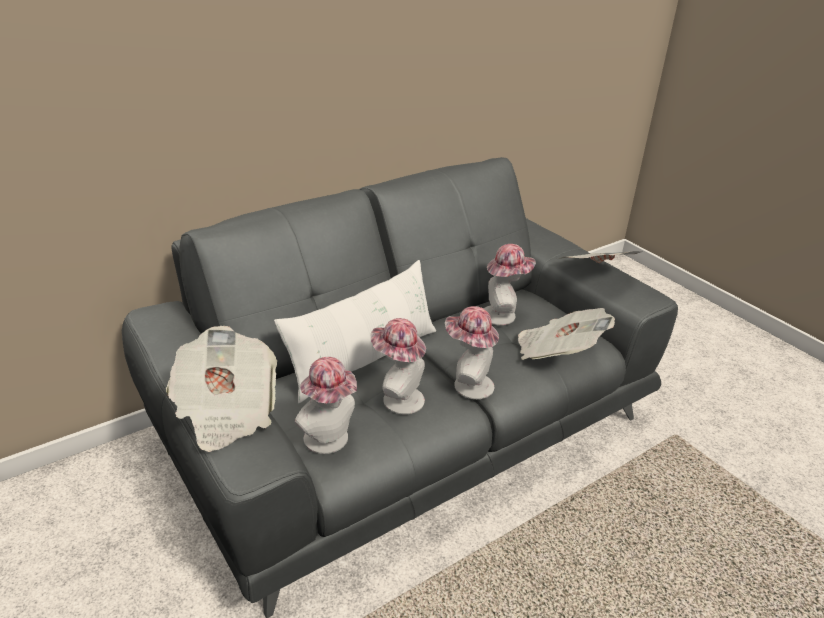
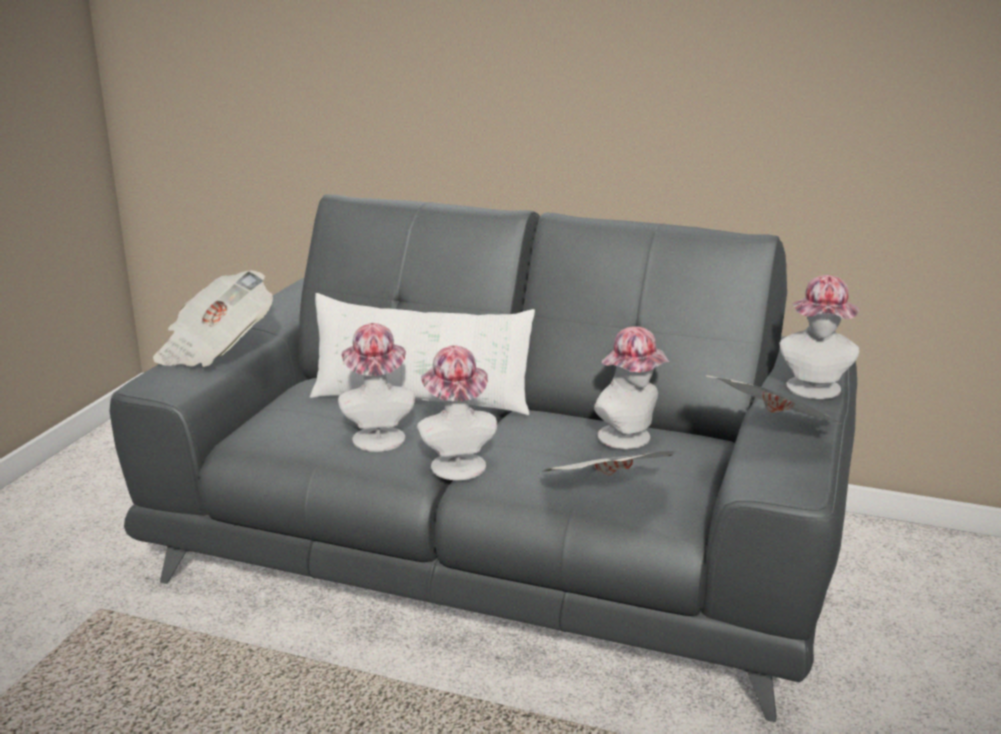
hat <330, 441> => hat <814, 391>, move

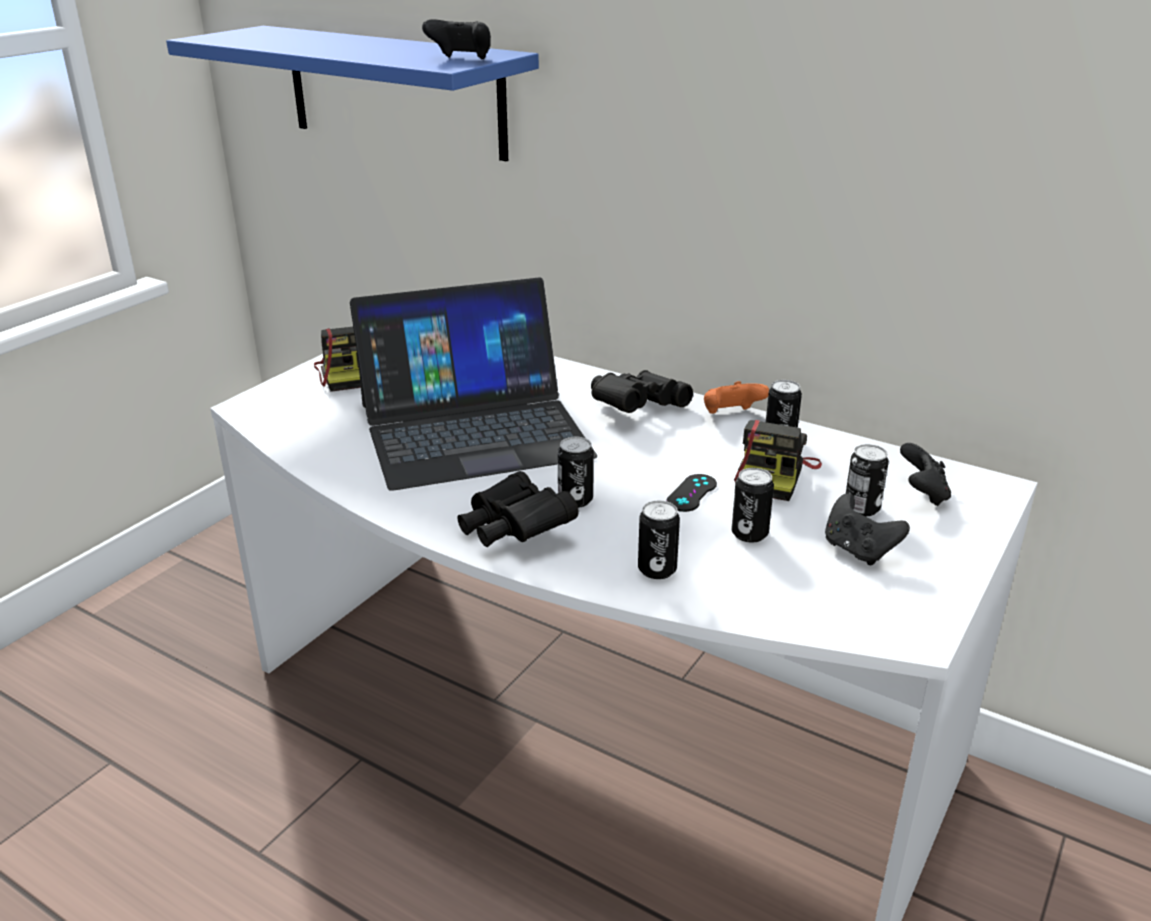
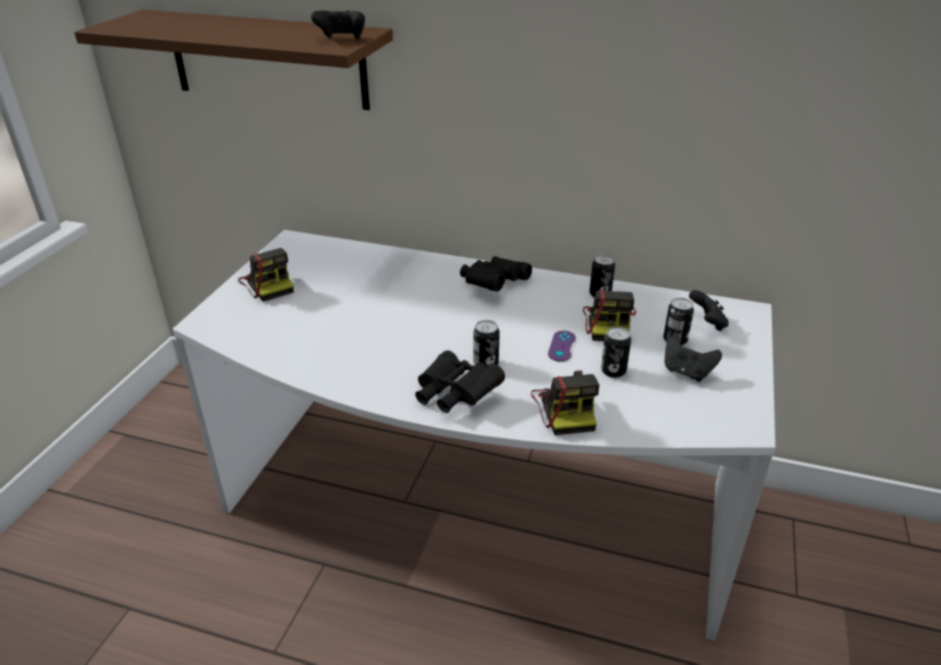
blue shelf <394, 91> => brown shelf <267, 60>
laptop <473, 429> => nothing
can <657, 569> => photo camera <566, 408>
black game controller <691, 493> => purple game controller <562, 346>
orange game controller <731, 415> => nothing

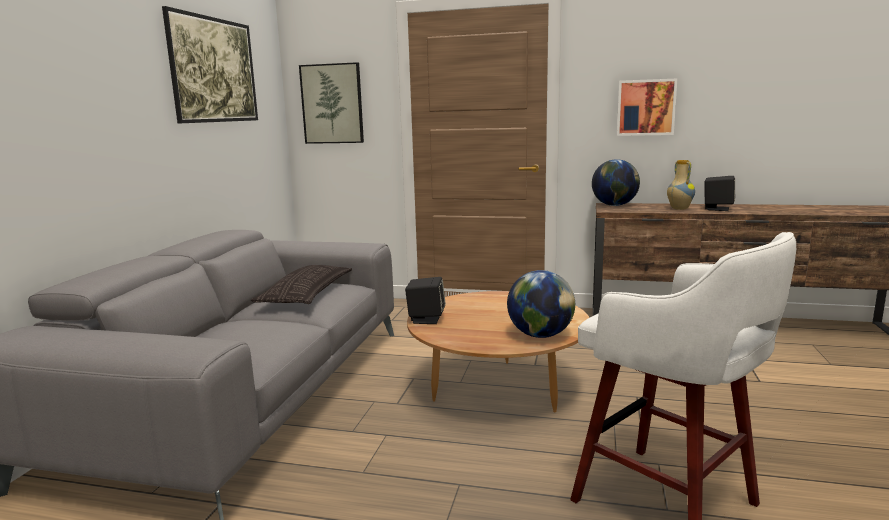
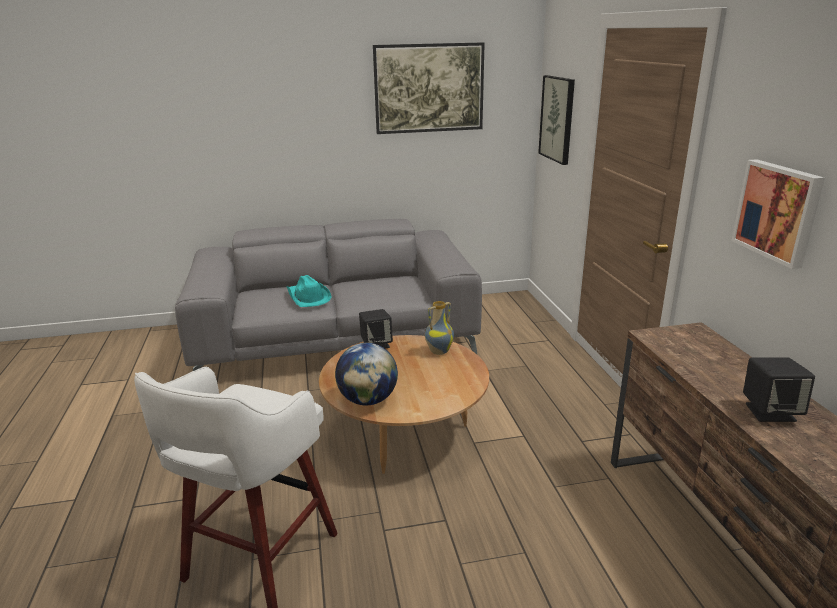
pillow <307, 293> => nothing
globe <614, 205> => nothing
vase <678, 208> => vase <439, 351>, move
nothing => turquoise hat <308, 297>

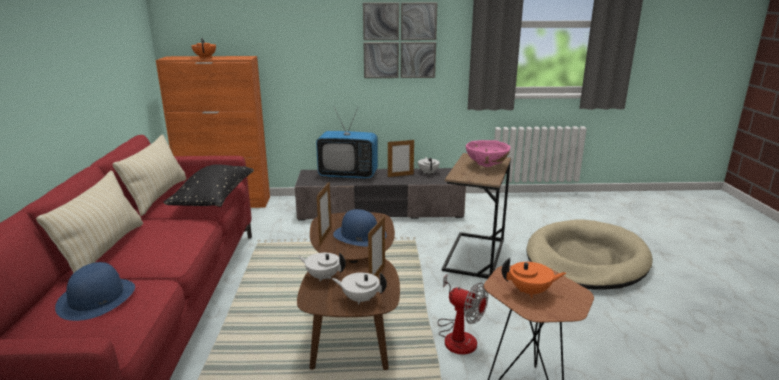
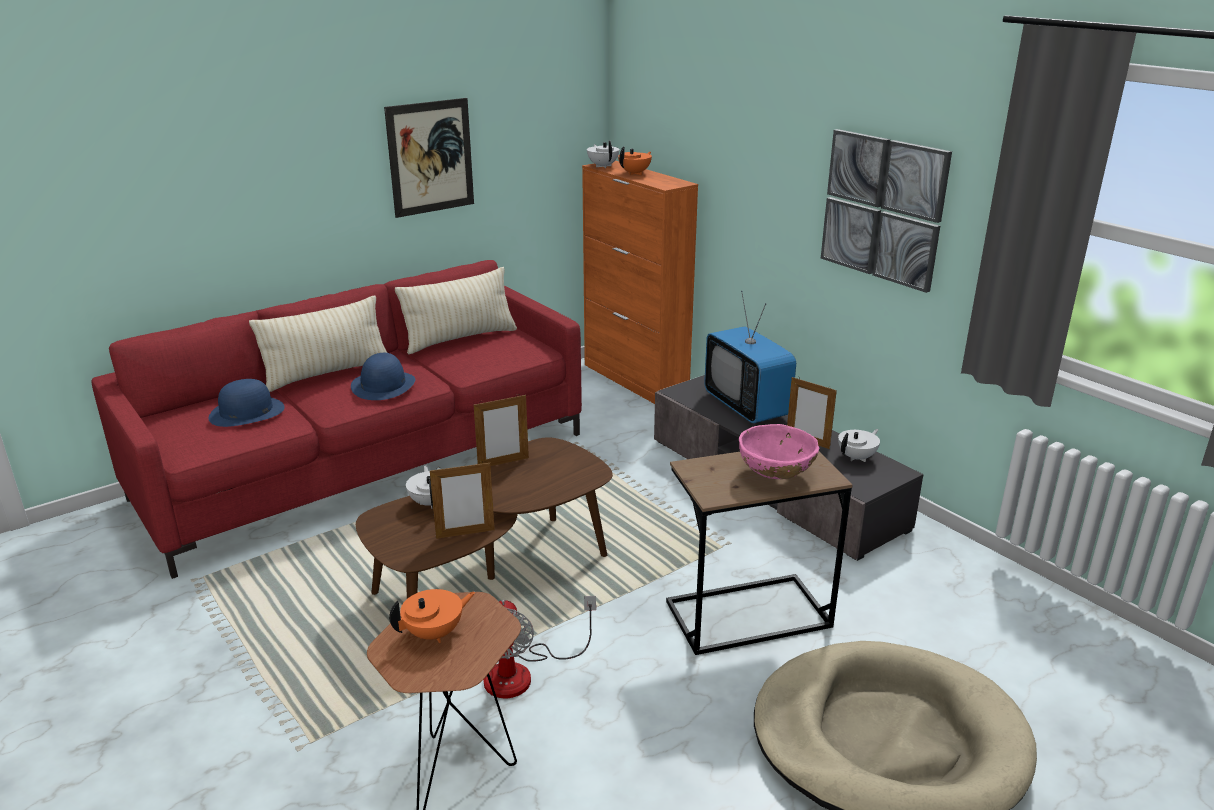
black pillow <214, 198> => nothing
white teapot <360, 299> => white teapot <603, 166>, move
blue hat <359, 235> => blue hat <383, 385>, move
orange teapot <530, 292> => orange teapot <435, 633>, 90 degrees counterclockwise
nothing => picture <430, 157>

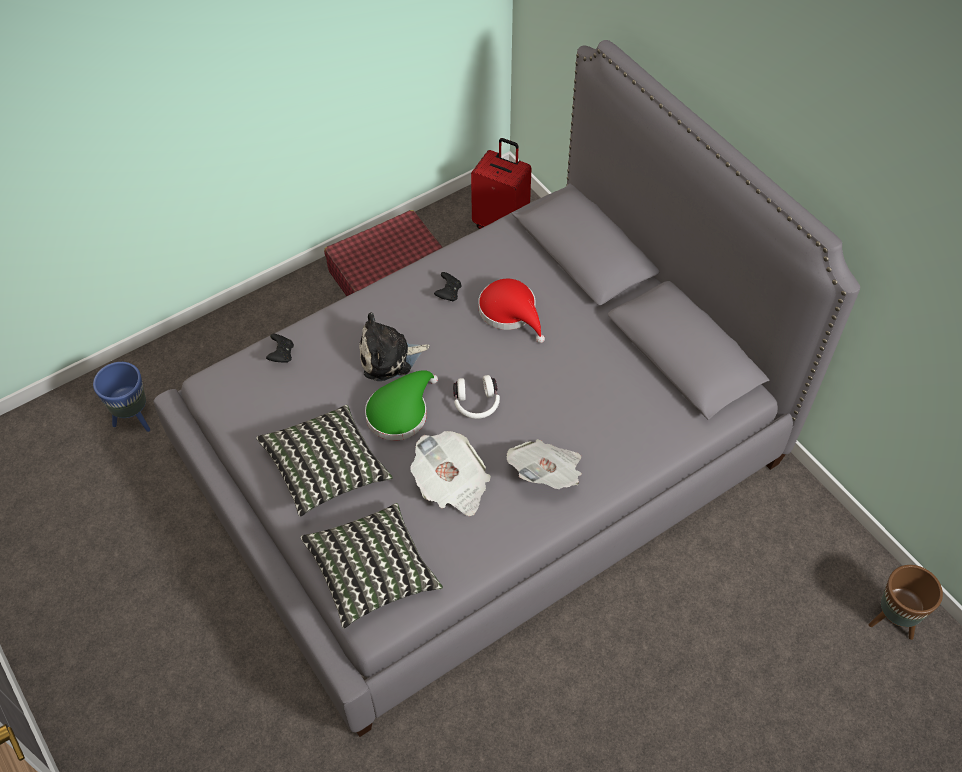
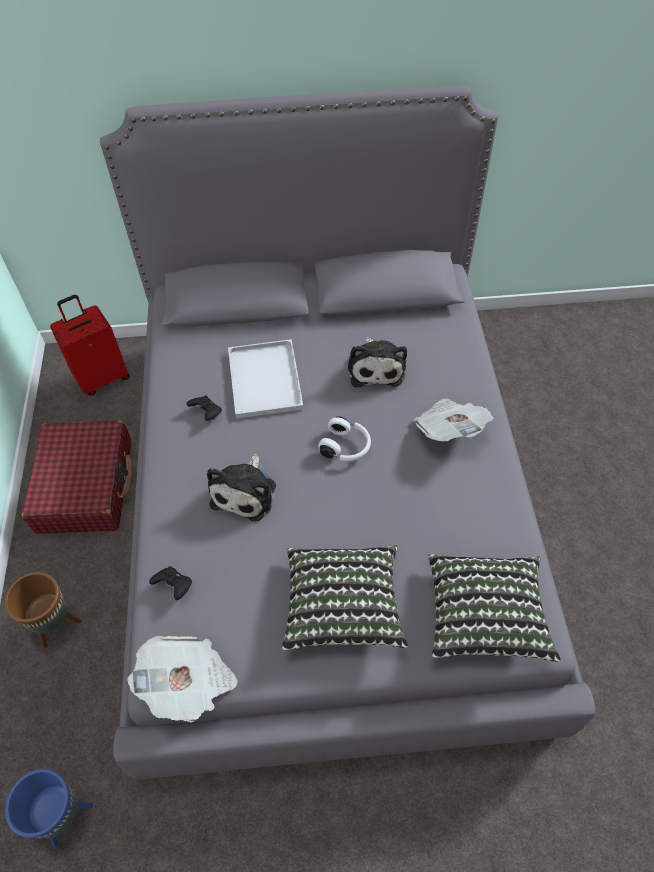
green hat <400, 412> => nothing
newspaper <452, 485> => newspaper <189, 684>, move
red hat <510, 312> => white tray <263, 378>
brown planter <892, 622> => brown planter <57, 626>, move
nothing => plush toy <375, 367>

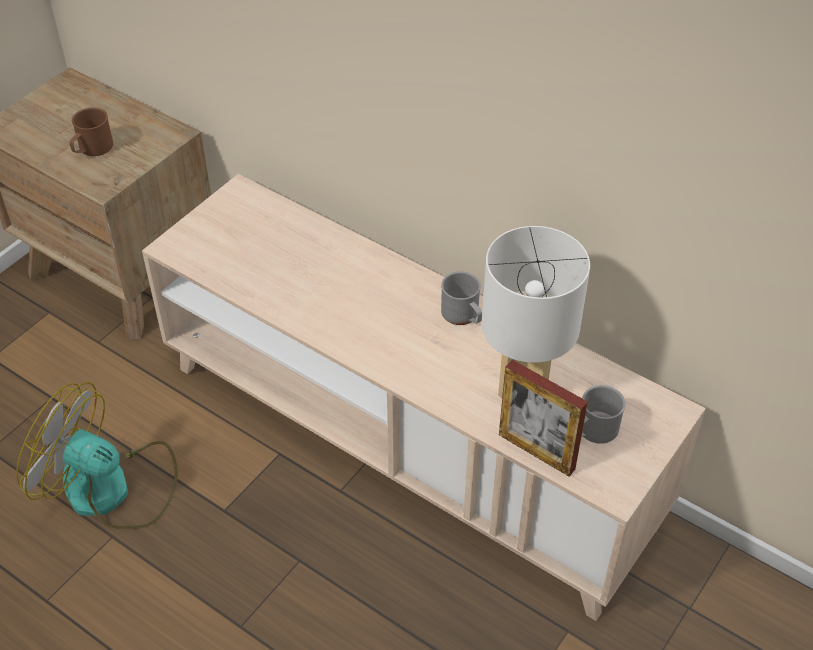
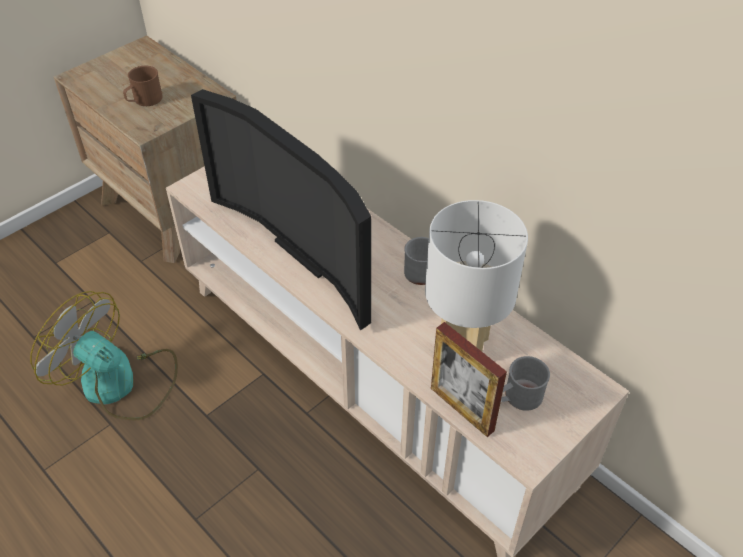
nothing => television <311, 248>

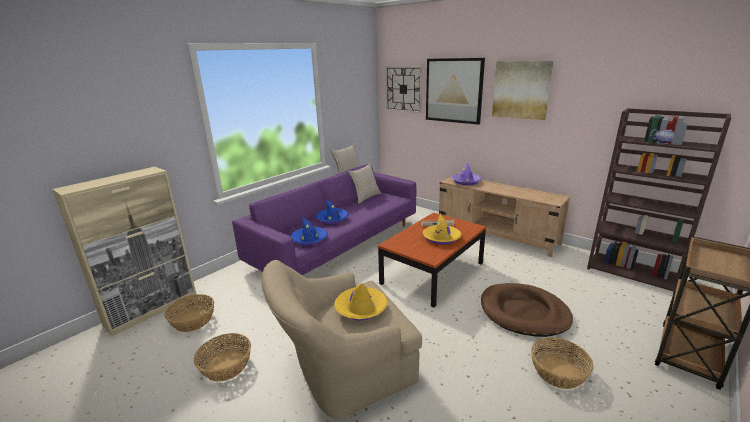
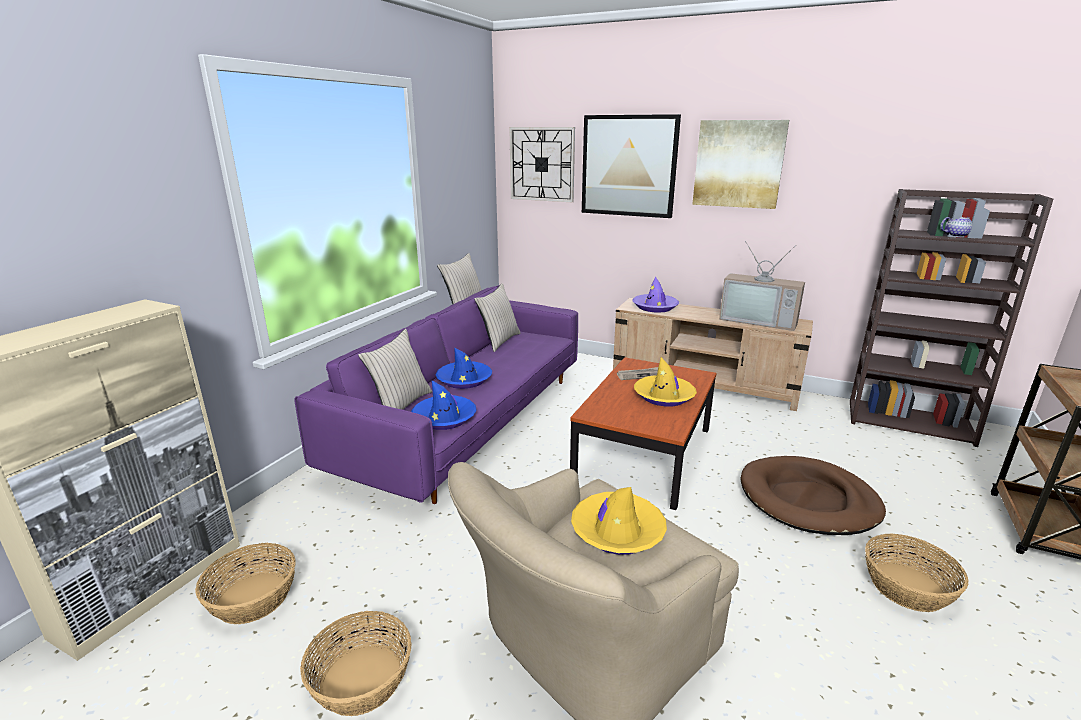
nothing => beige pillow <400, 405>
nothing => television <759, 320>

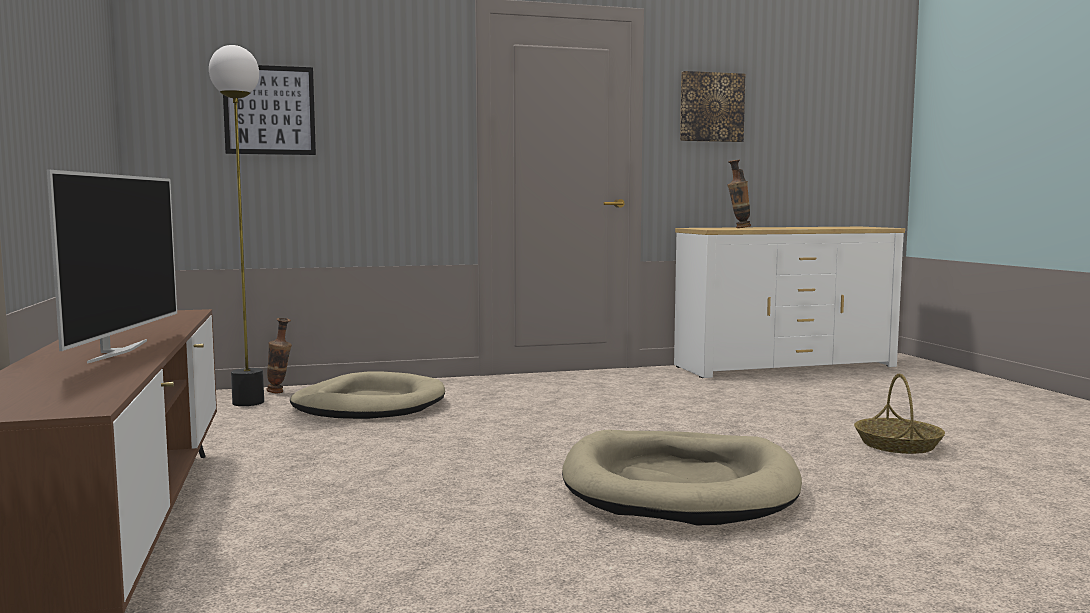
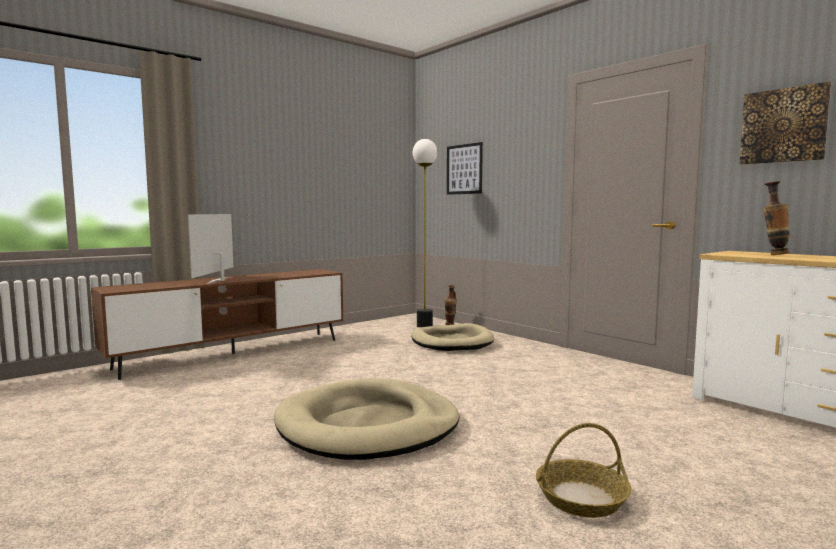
television <116, 351> => television <218, 280>, 120 degrees clockwise

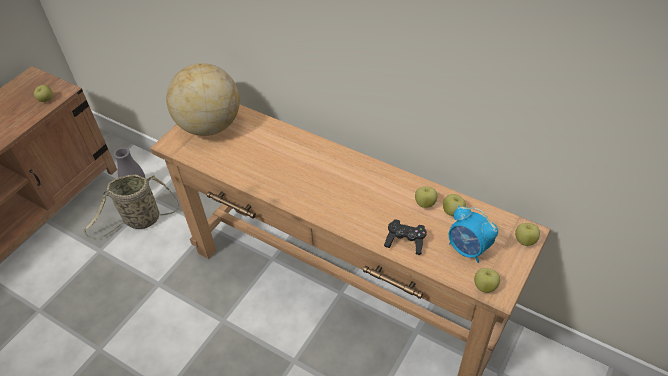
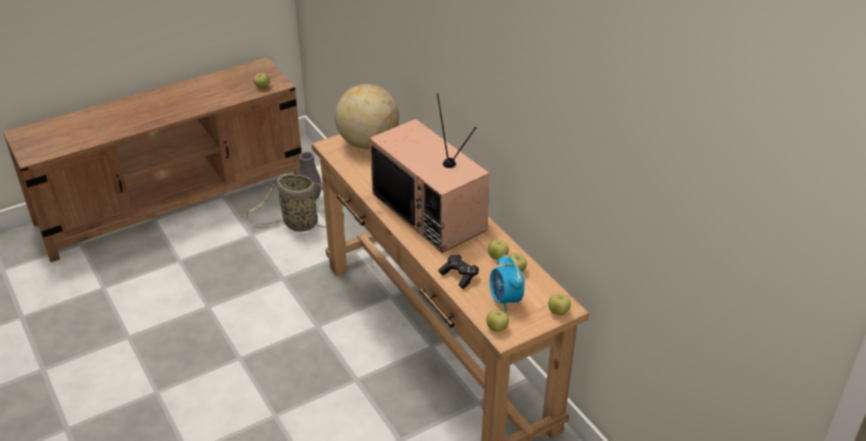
nothing => television <431, 211>

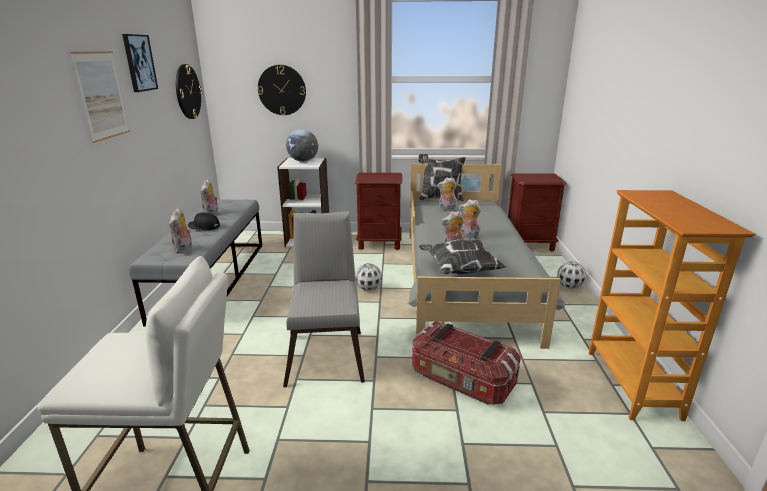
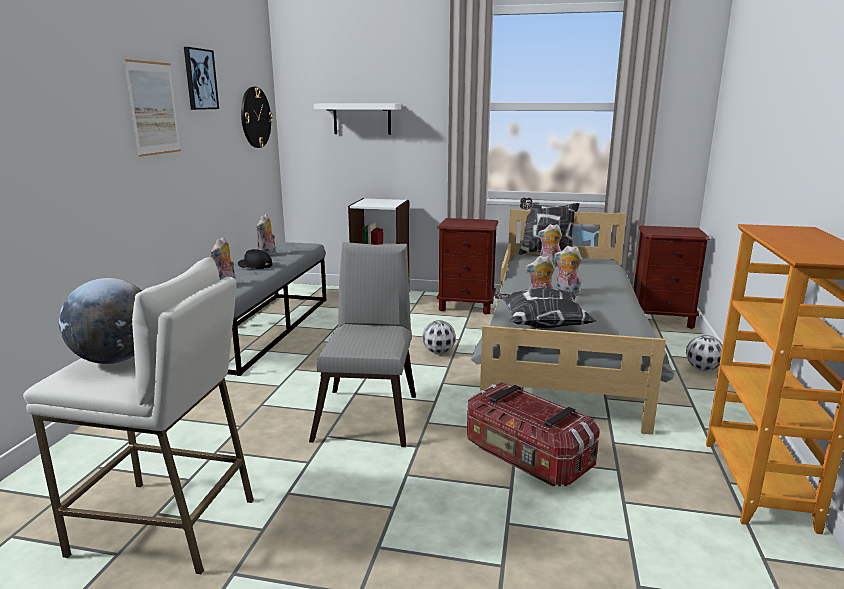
wall clock <282, 90> => white shelf <362, 119>
globe <303, 161> => globe <115, 360>, move

